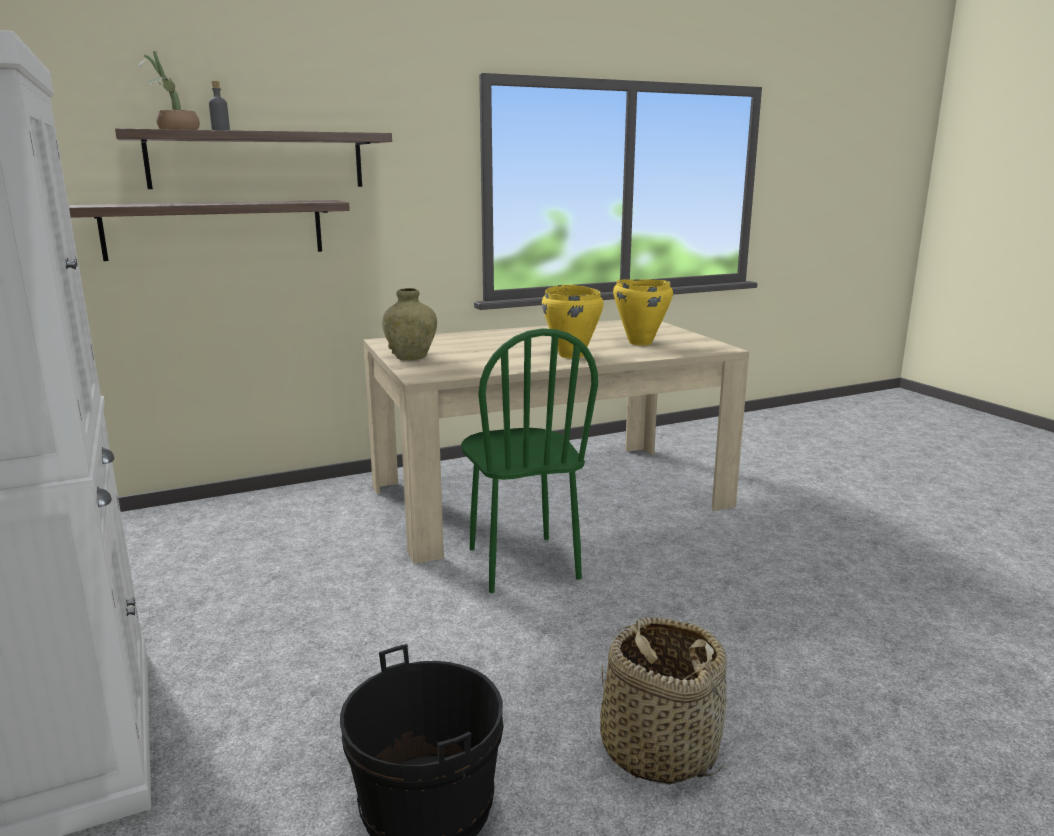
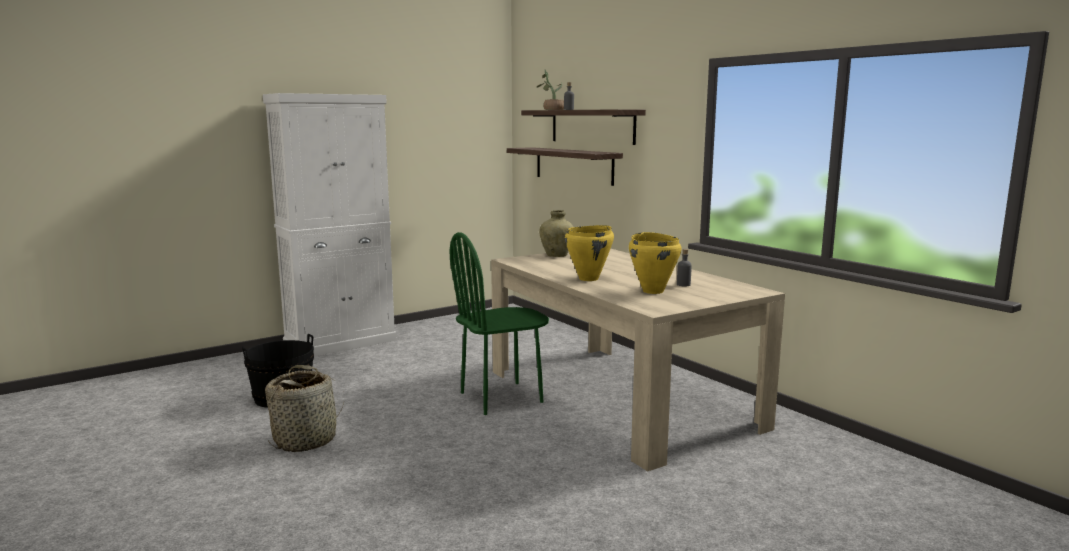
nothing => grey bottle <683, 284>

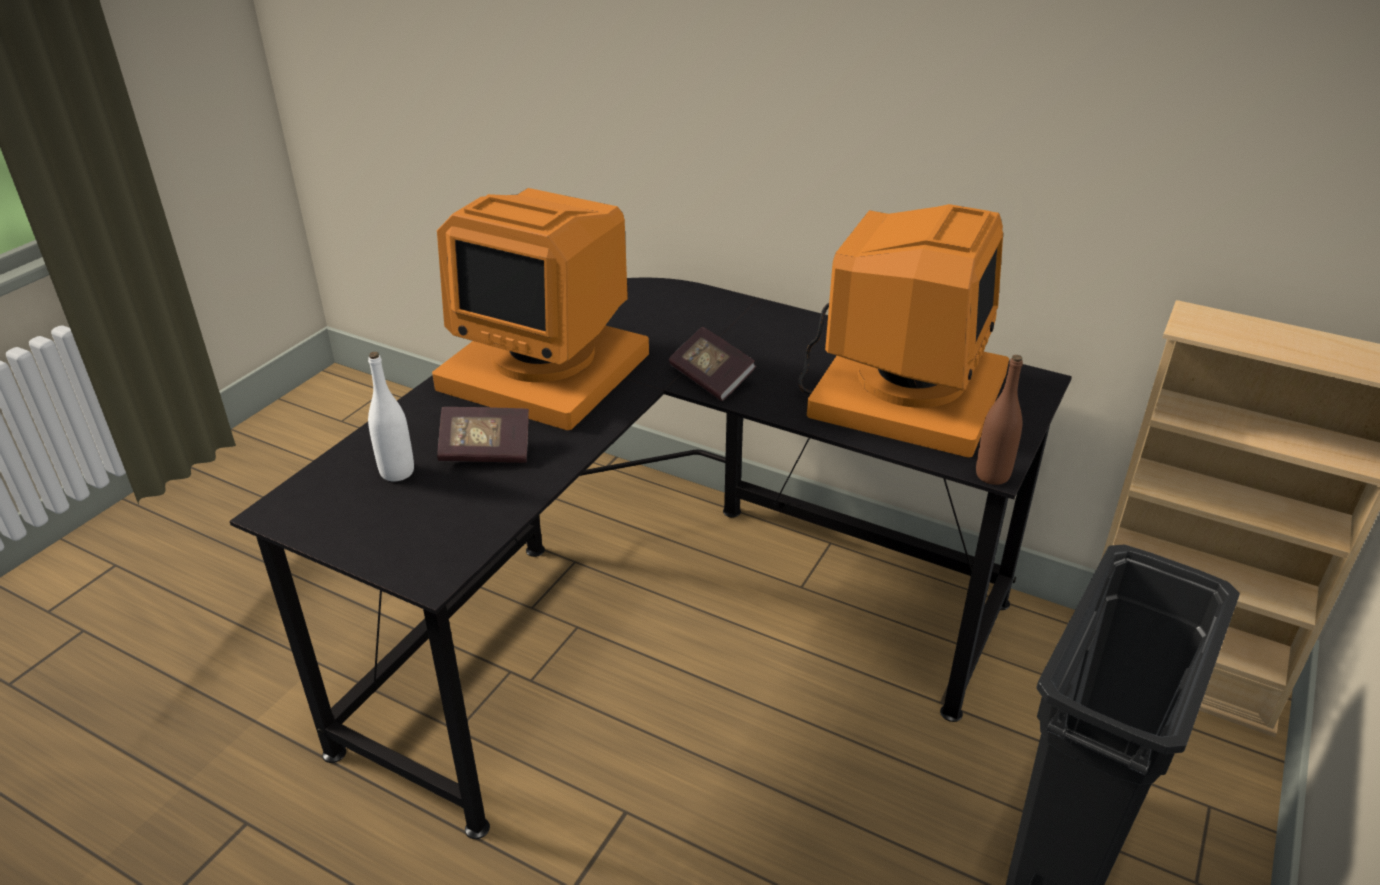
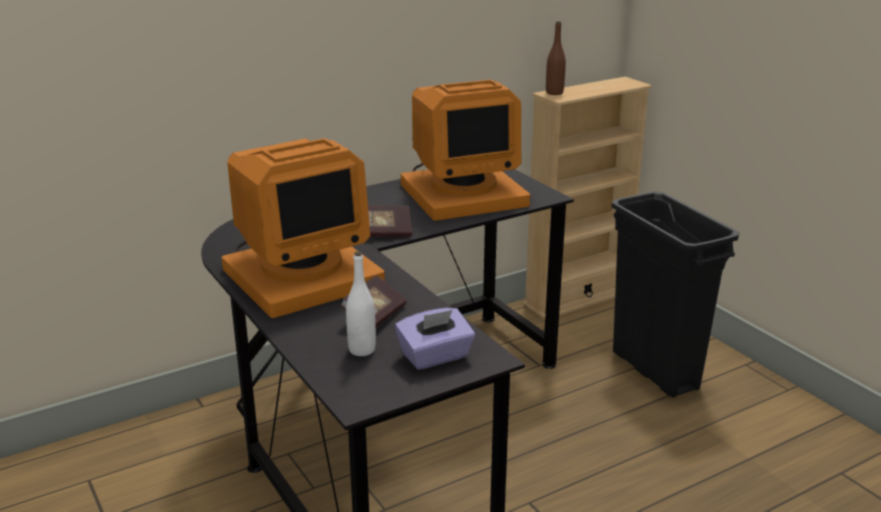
monitor <904, 393> => monitor <462, 194>, 105 degrees clockwise
brown bottle <992, 475> => brown bottle <554, 93>, move
nothing => purple tissue box <435, 356>

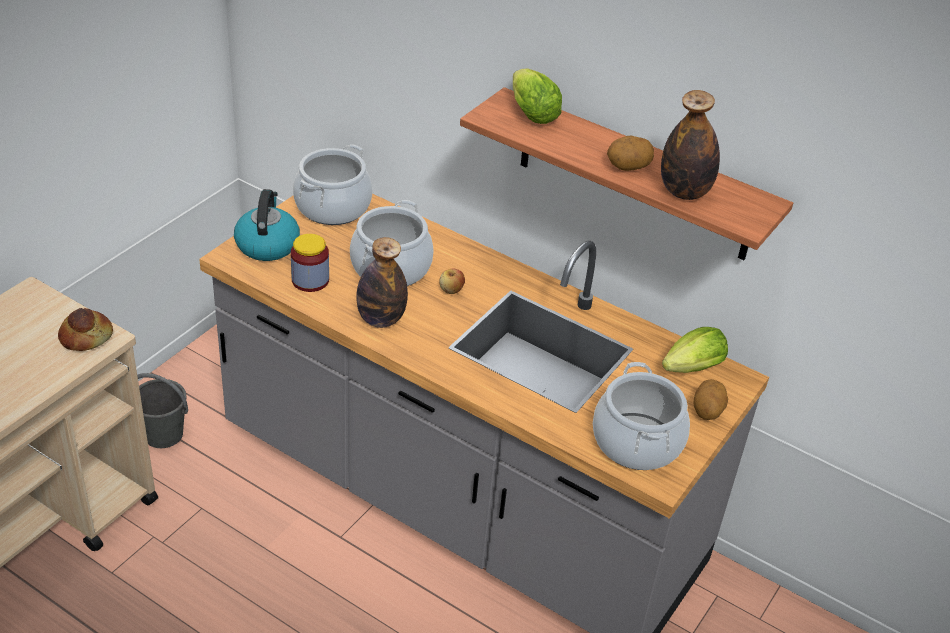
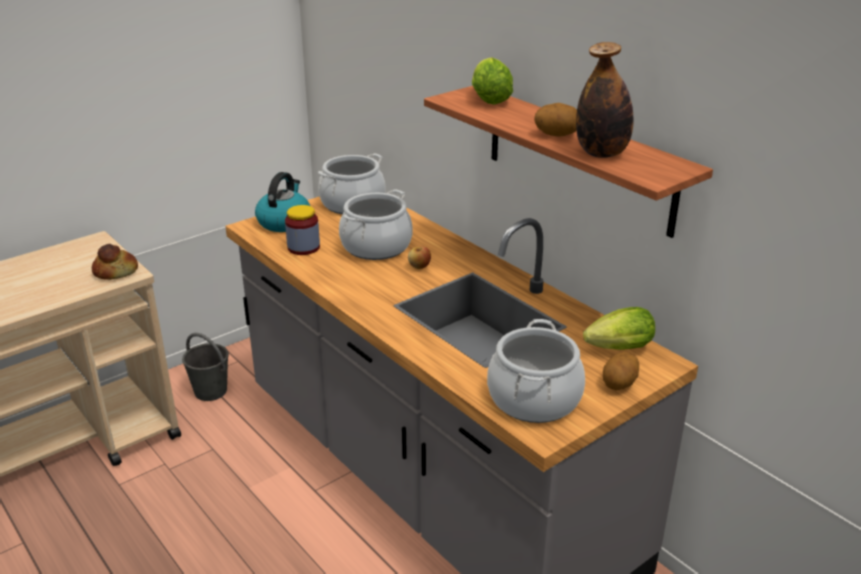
bottle <381, 319> => nothing

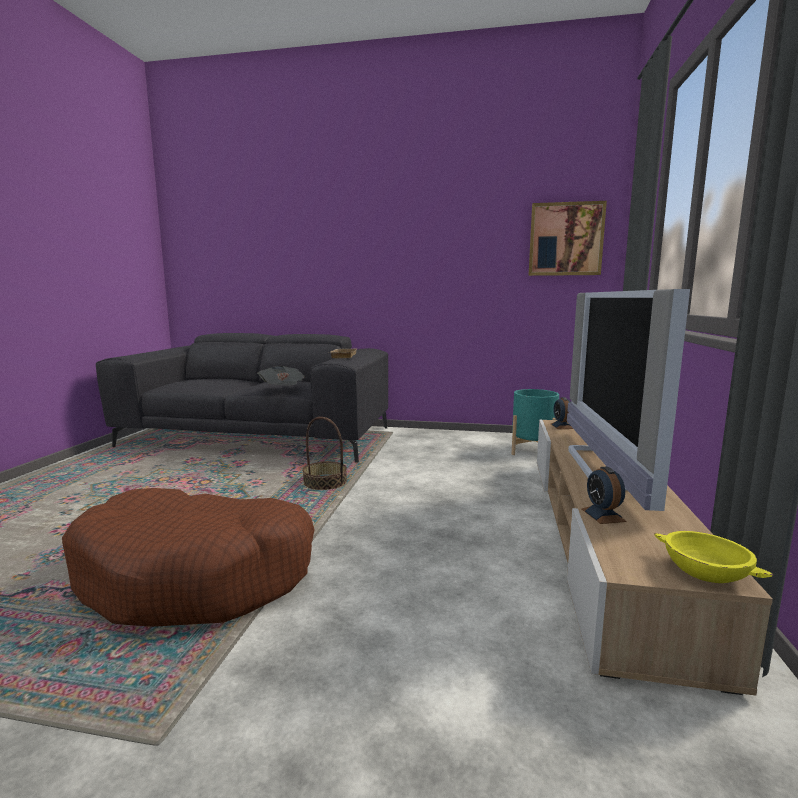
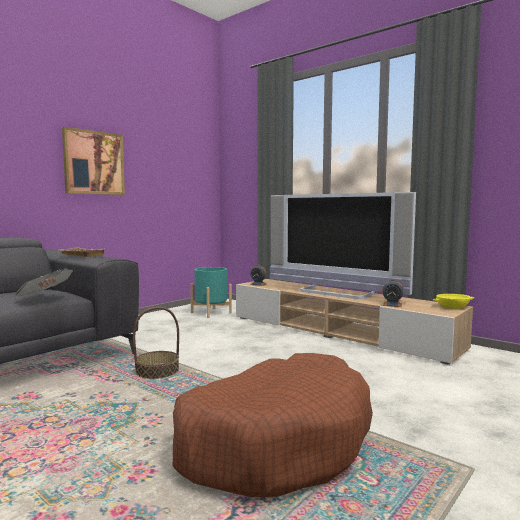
picture <565, 239> => picture <94, 163>, move

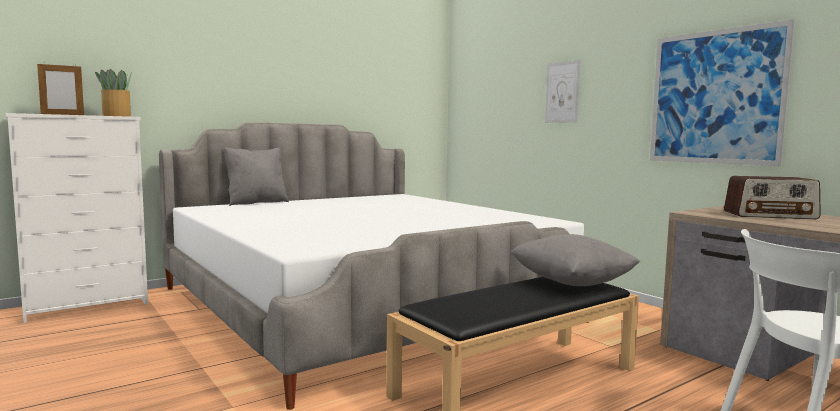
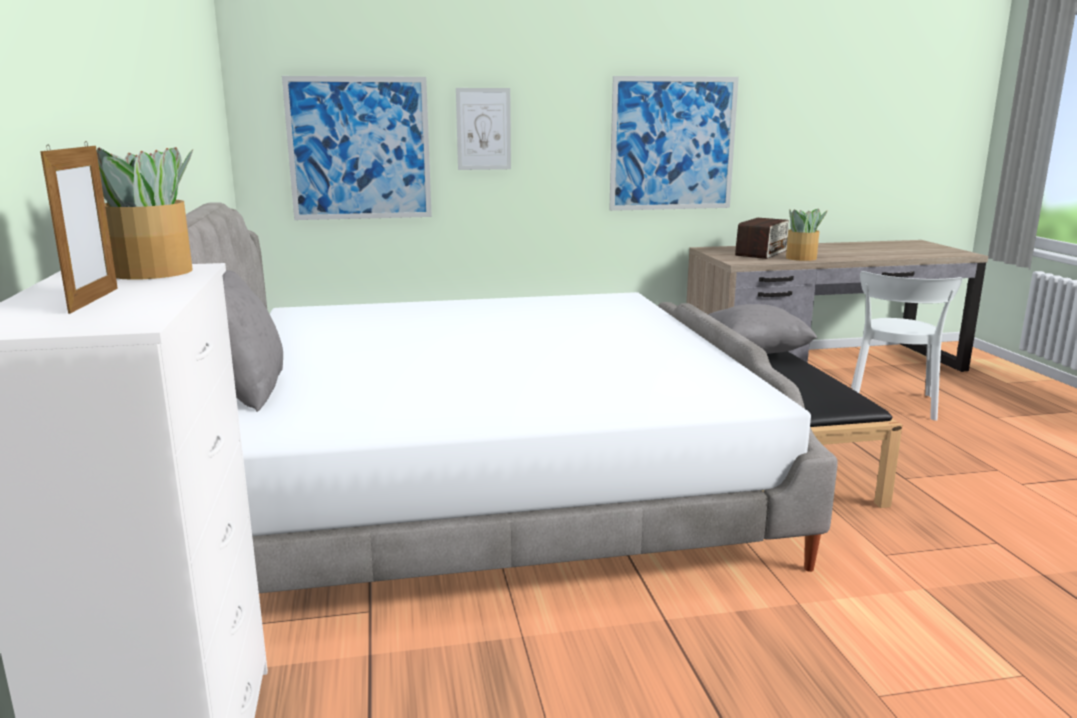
nothing => picture <359, 149>
nothing => potted plant <801, 258>

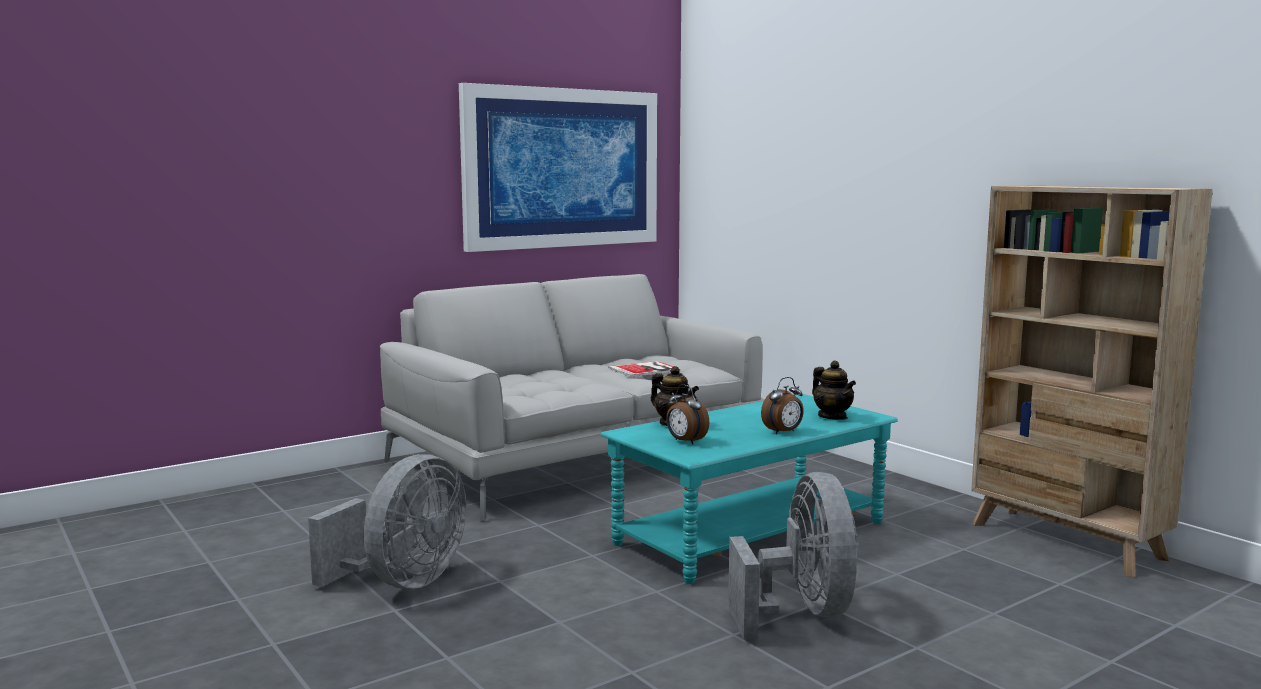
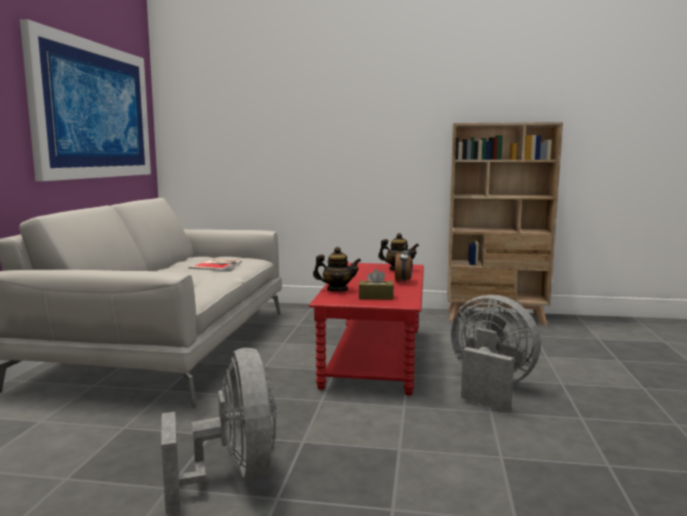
turquoise coffee table <751, 533> => red coffee table <374, 356>
alarm clock <685, 441> => brown tissue box <375, 297>

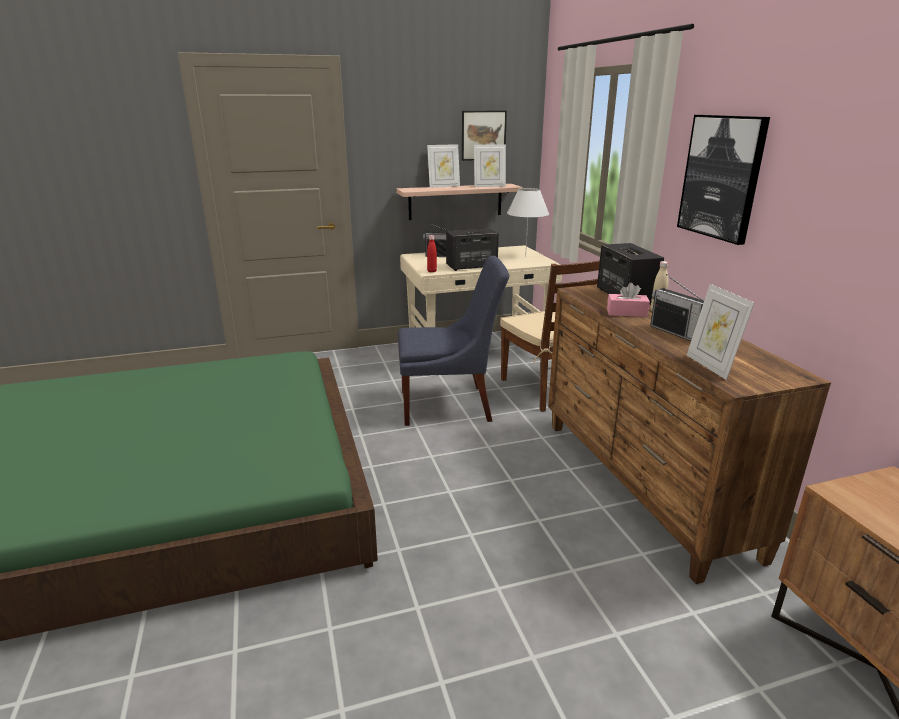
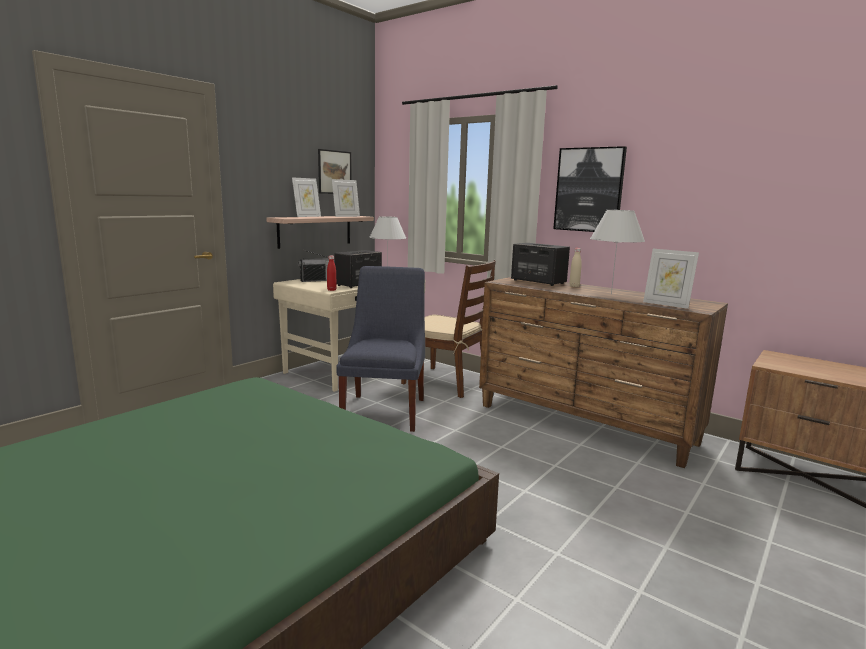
blue chair <450, 405> => blue chair <385, 410>, 45 degrees counterclockwise
pink tissue box <626, 313> => nothing
radio <676, 333> => white table lamp <611, 294>

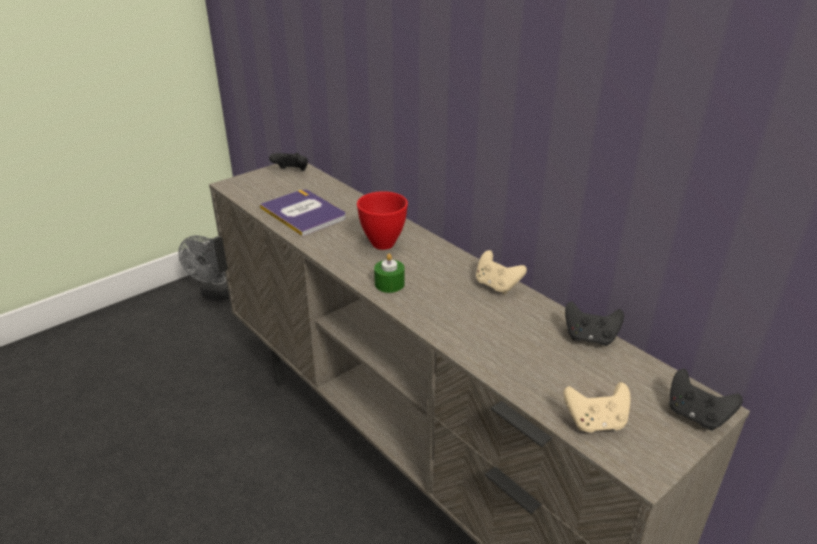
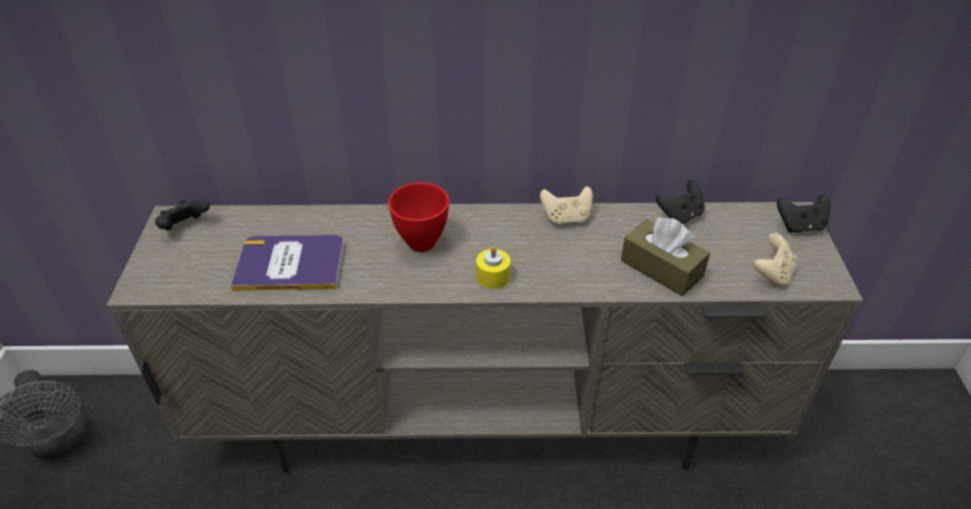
green candle <389, 284> => yellow candle <493, 276>
nothing => brown tissue box <661, 268>

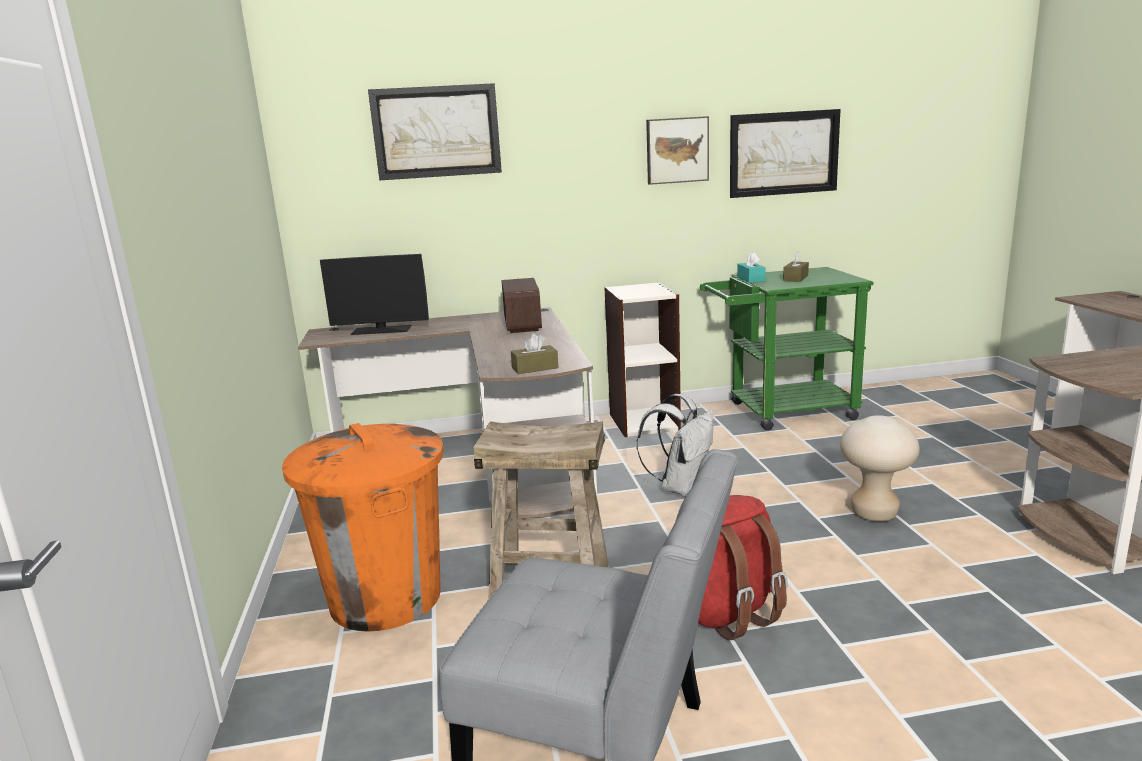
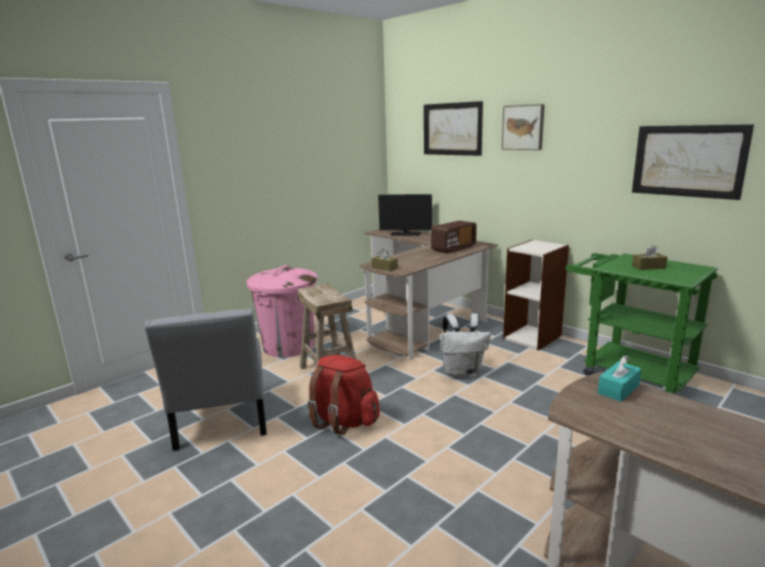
orange trash can <385, 598> => pink trash can <288, 346>
monitor <381, 330> => monitor <405, 234>, 45 degrees counterclockwise
picture <676, 150> => picture <523, 127>, move
turquoise tissue box <751, 279> => turquoise tissue box <618, 389>, move
beige stool <874, 513> => nothing

